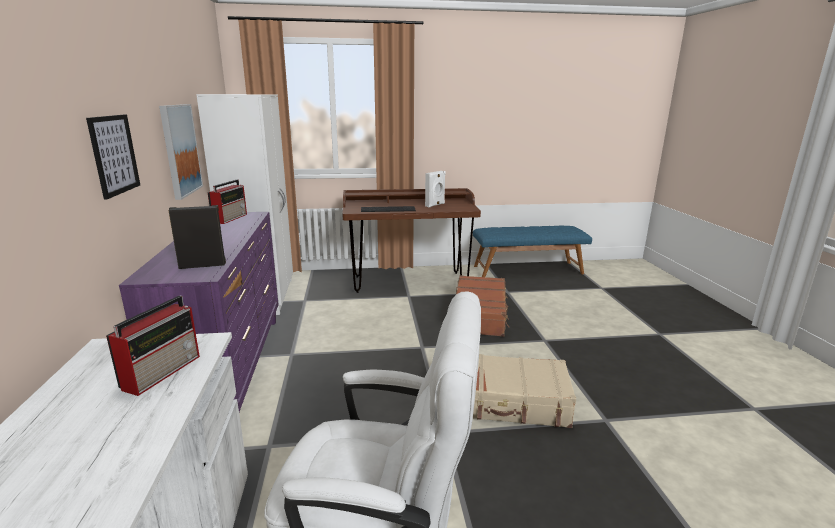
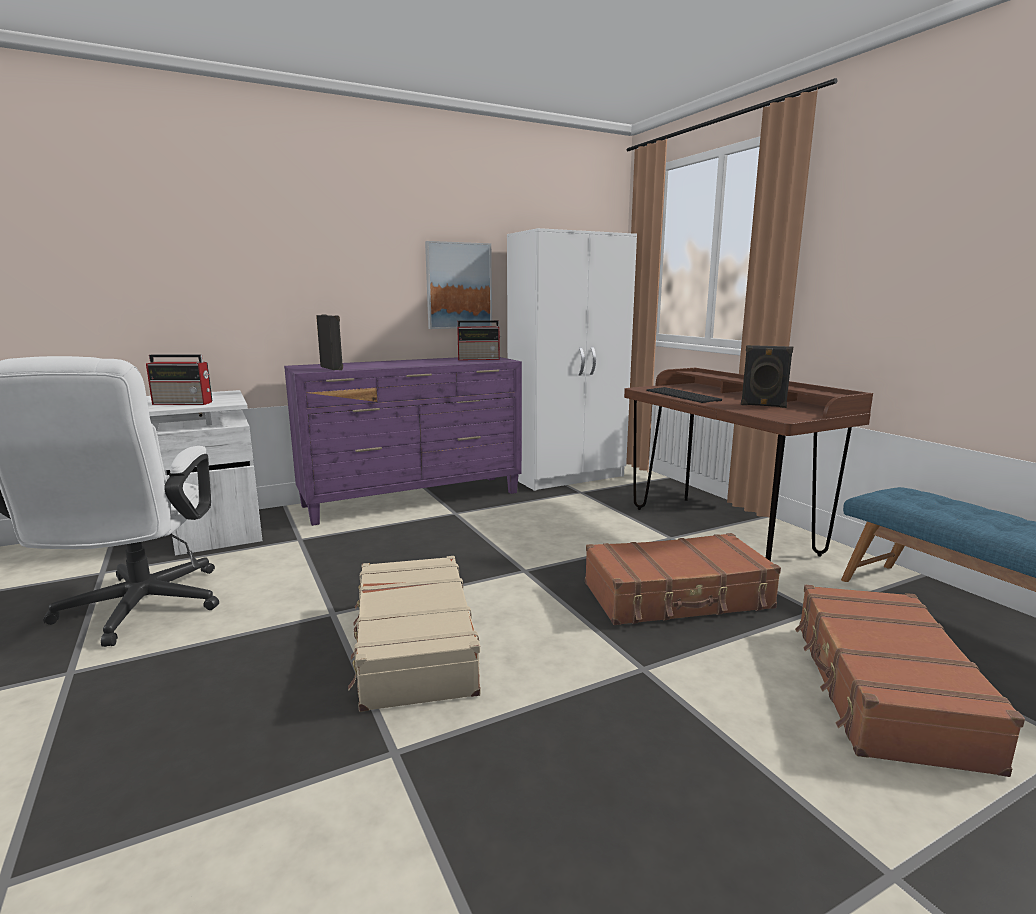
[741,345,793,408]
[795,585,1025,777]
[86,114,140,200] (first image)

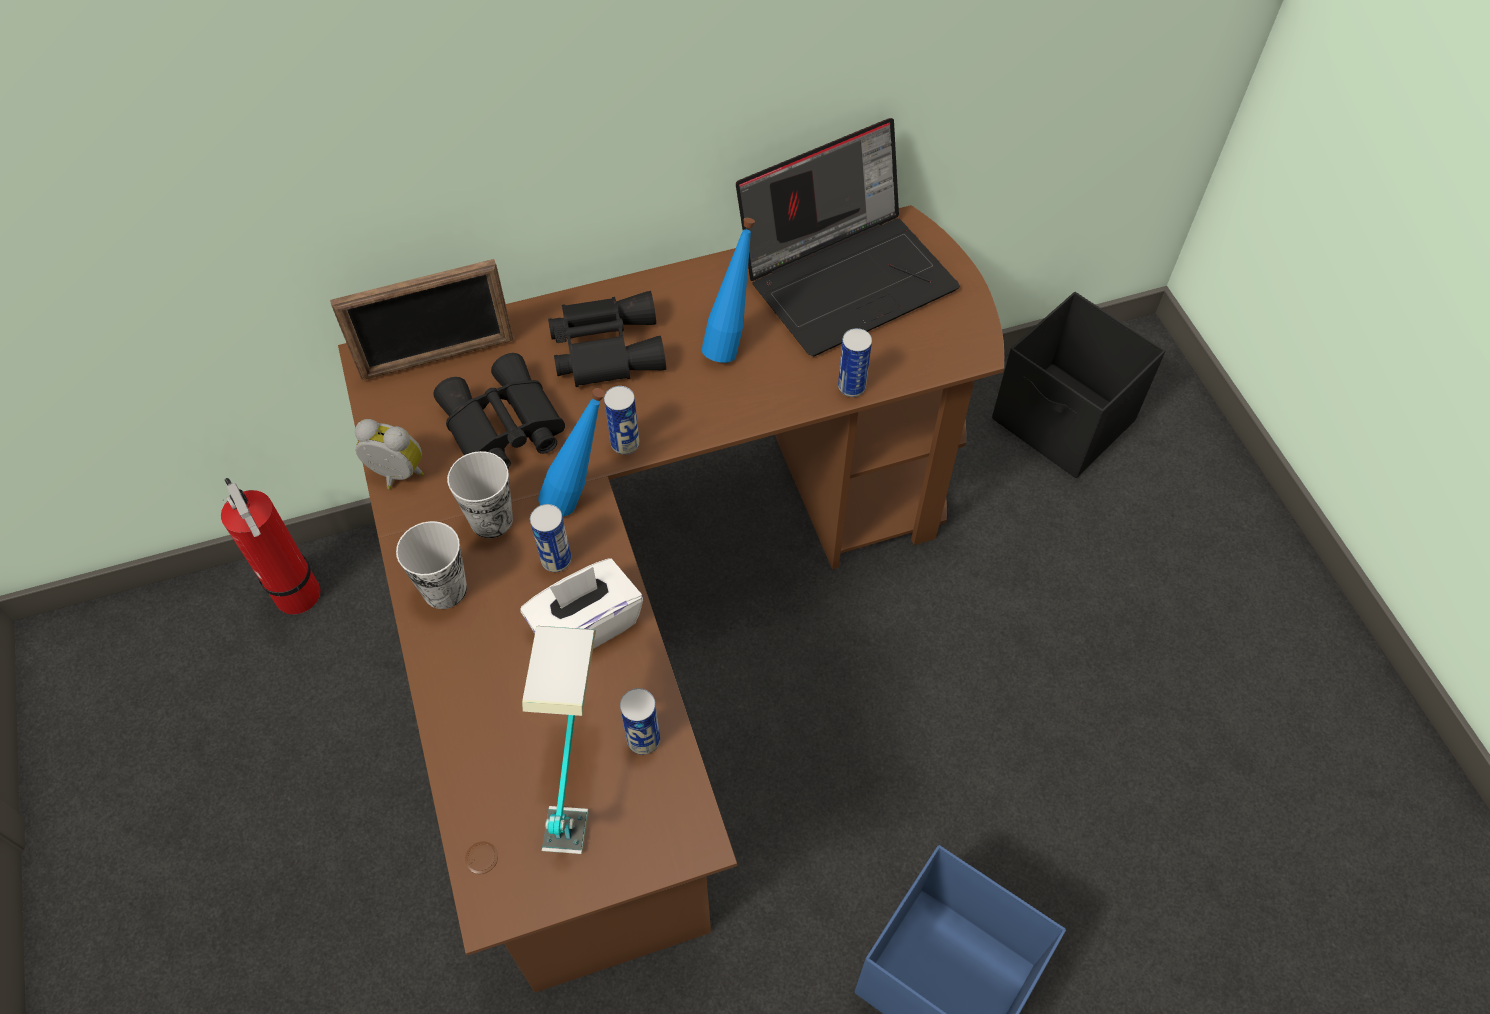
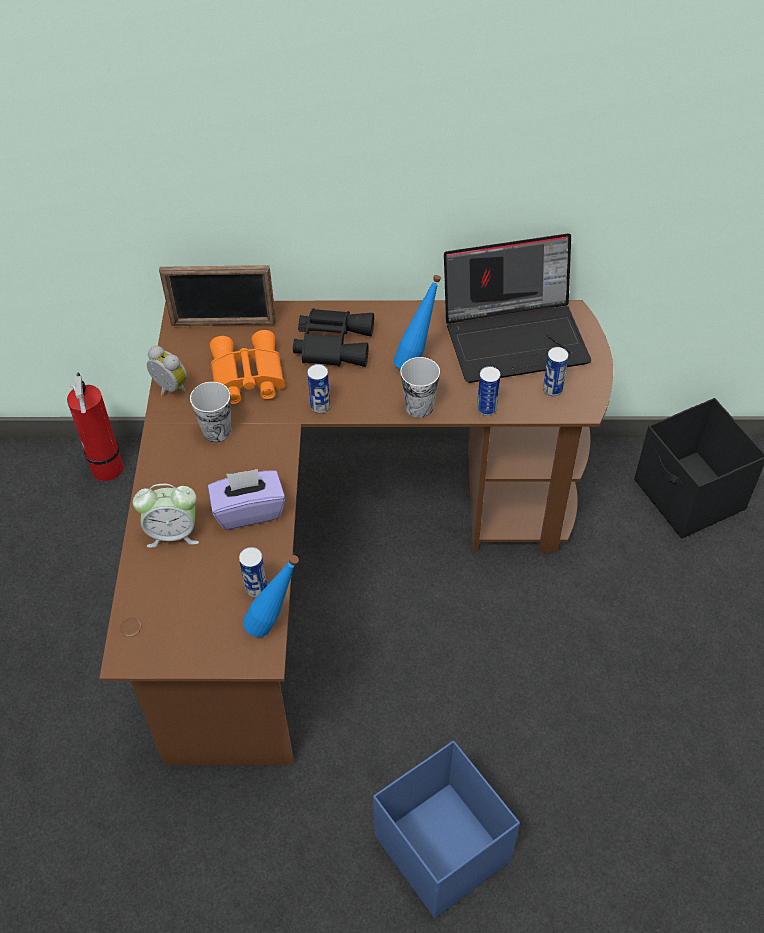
[133,484,199,548]
[208,469,285,530]
[210,330,285,404]
[243,555,299,637]
[400,357,440,418]
[543,347,569,396]
[522,626,596,854] (first image)

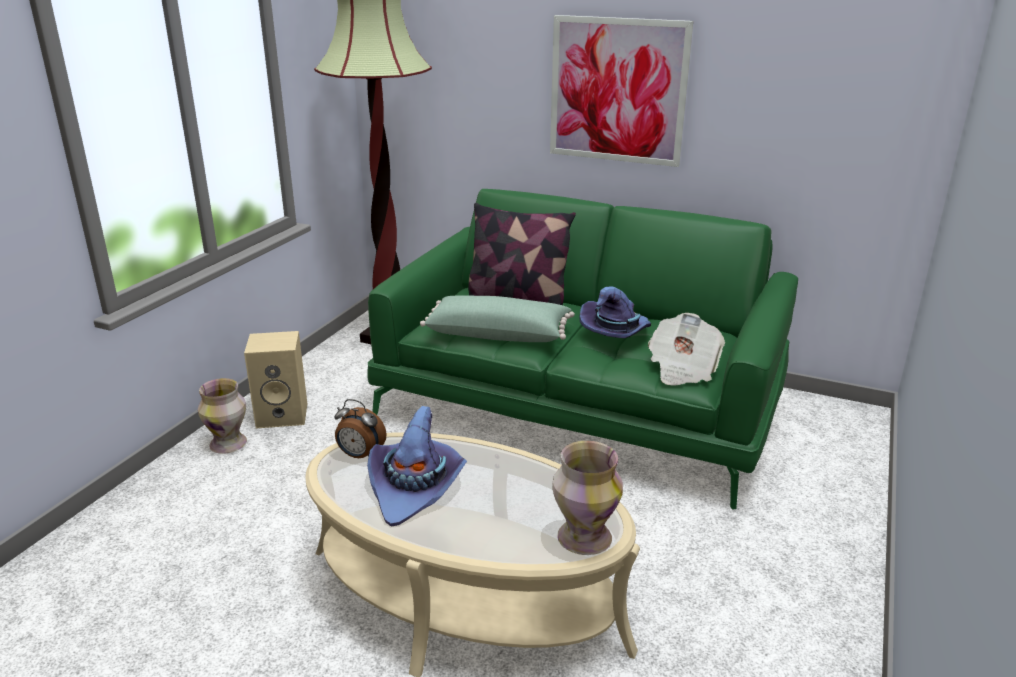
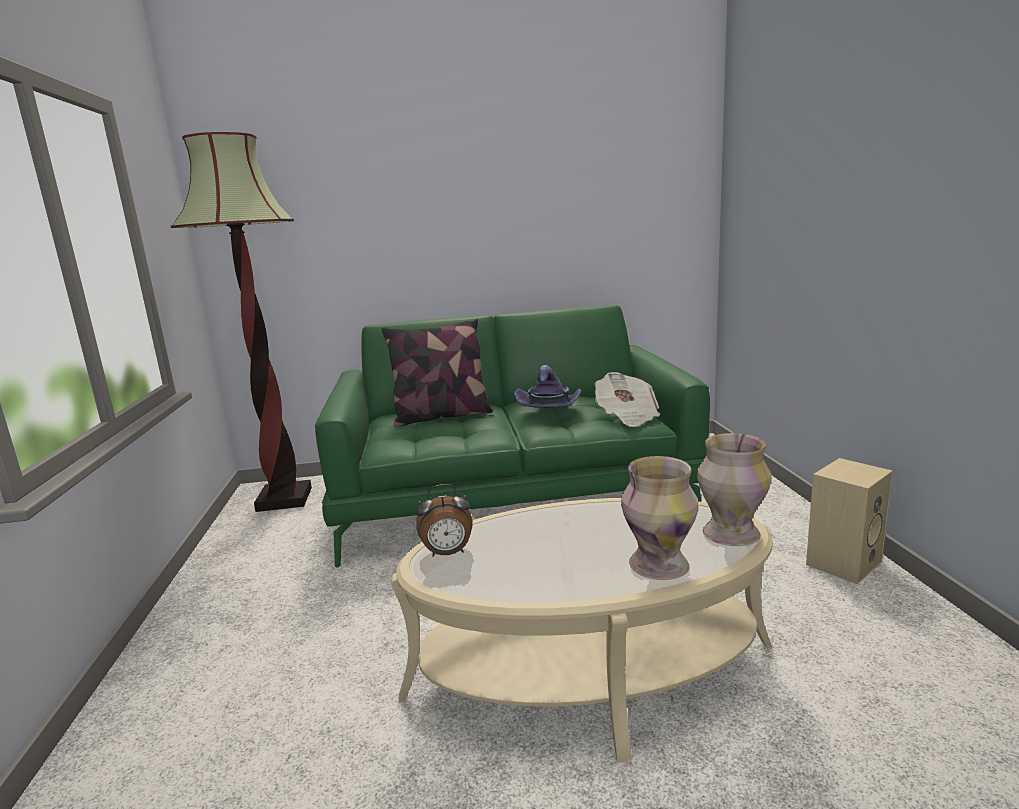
[621,456,699,580]
[806,458,893,584]
[367,406,467,527] (first image)
[420,296,575,342] (first image)
[550,15,693,167] (first image)

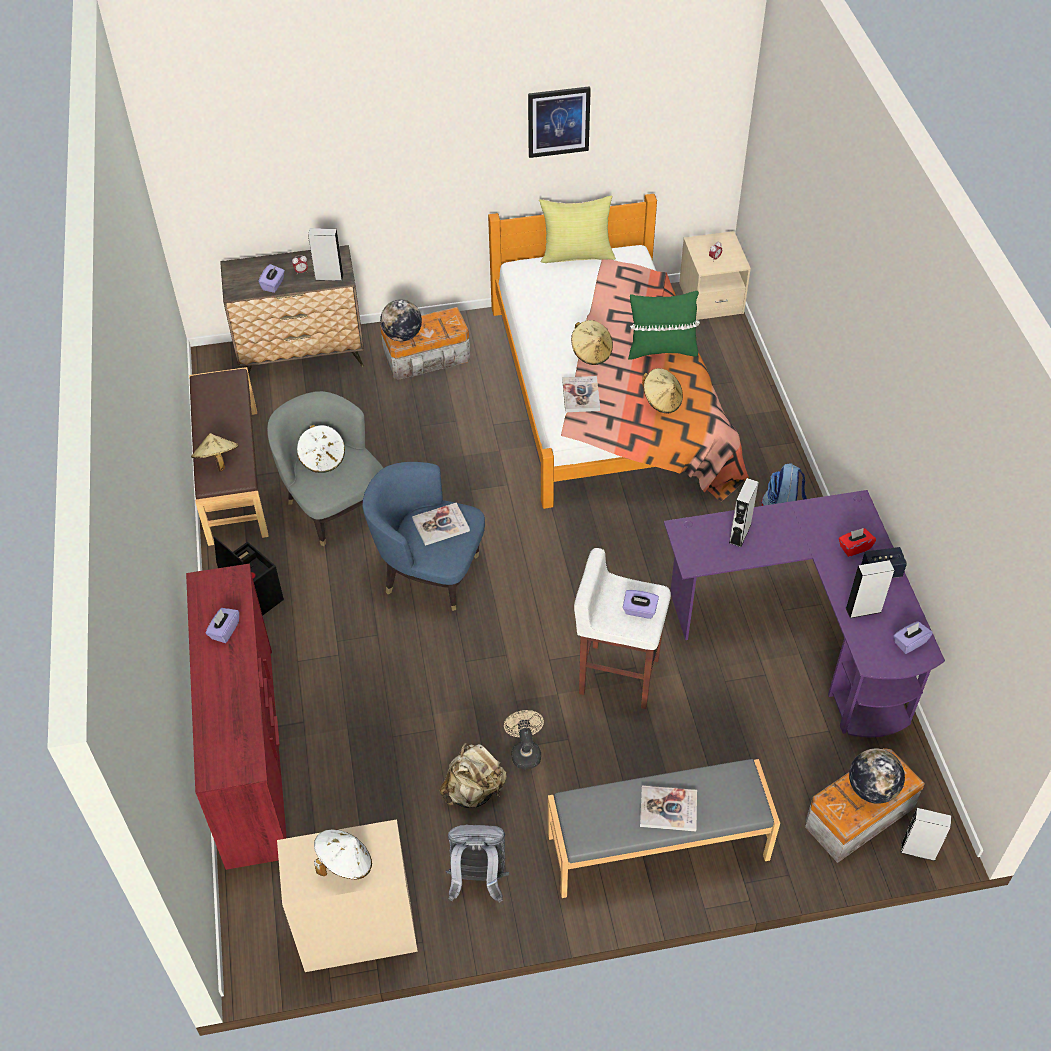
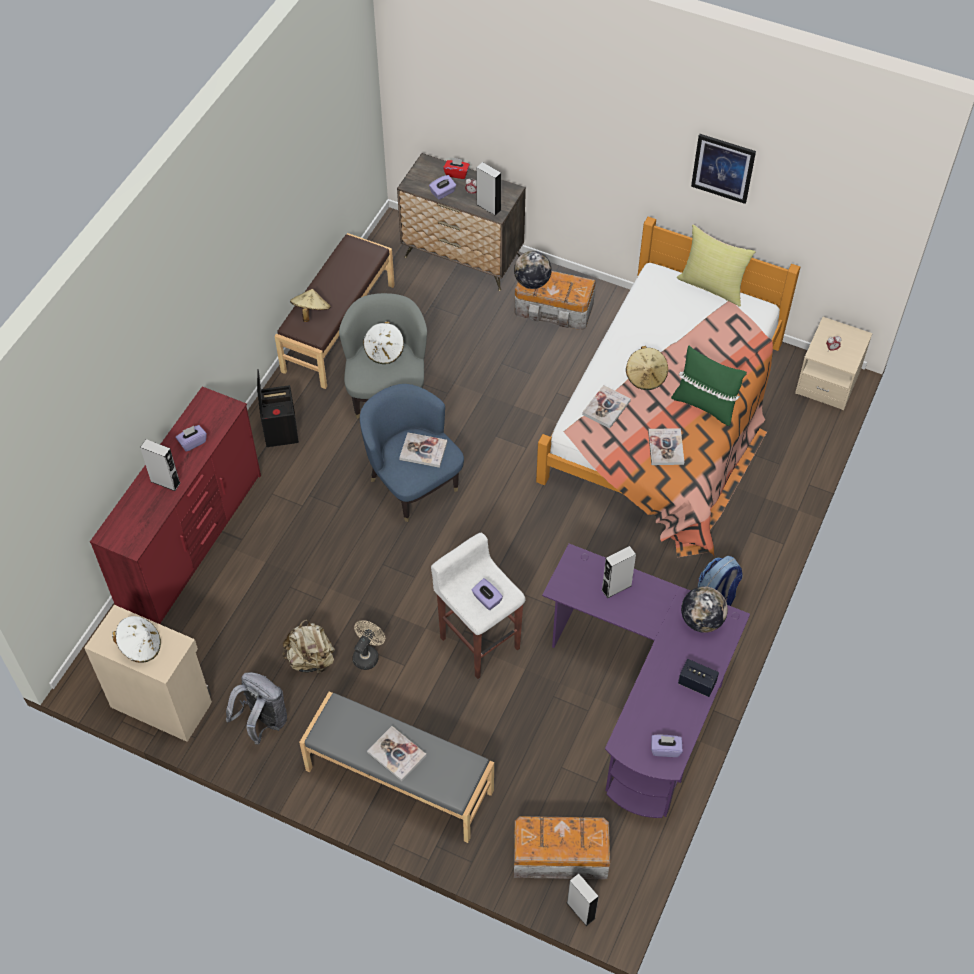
[140,439,180,491]
[443,157,470,179]
[648,428,684,465]
[681,586,728,633]

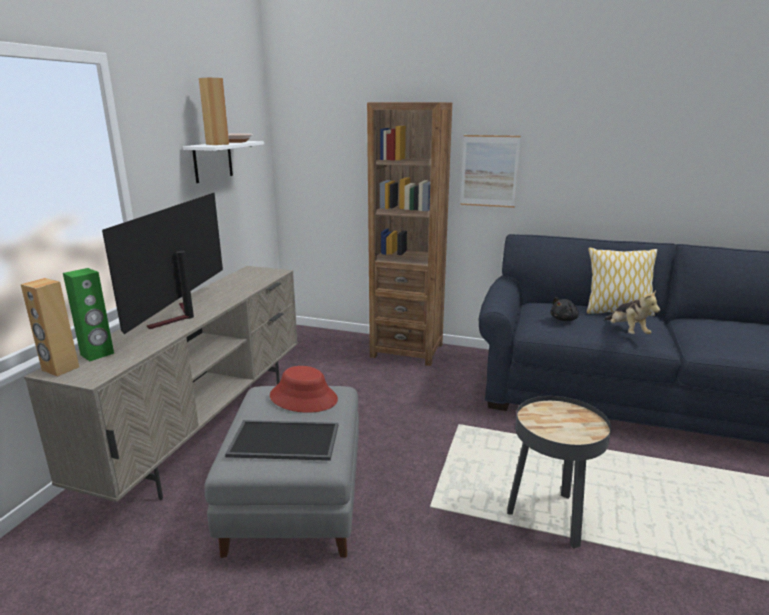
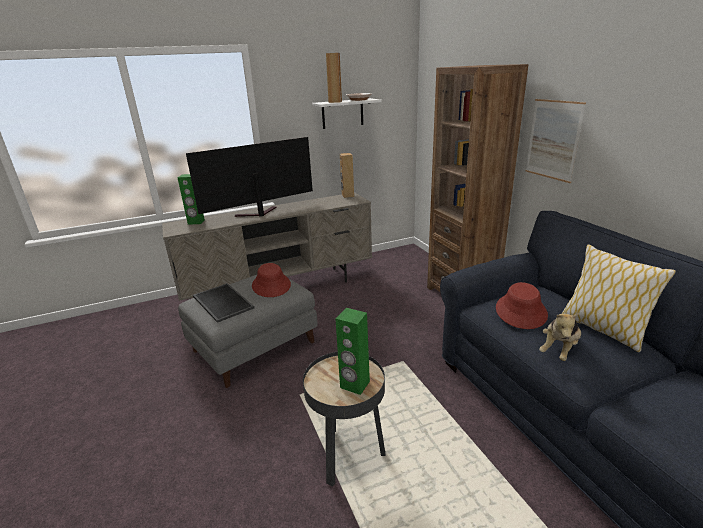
[335,308,370,395]
[340,153,354,198]
[496,282,548,329]

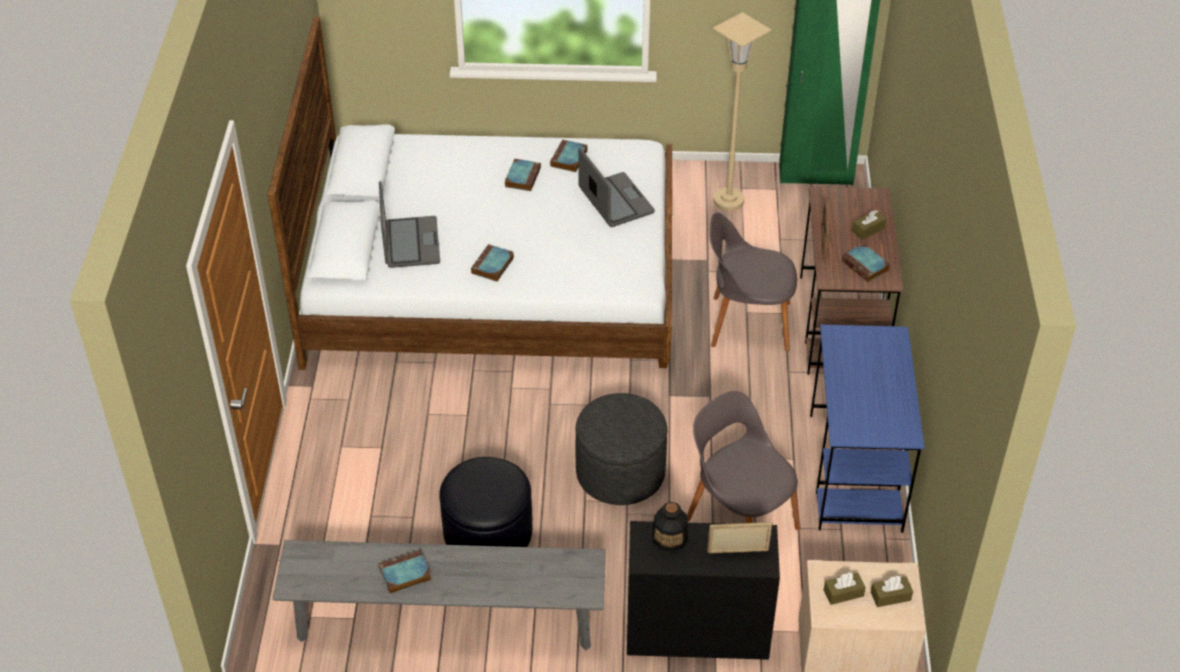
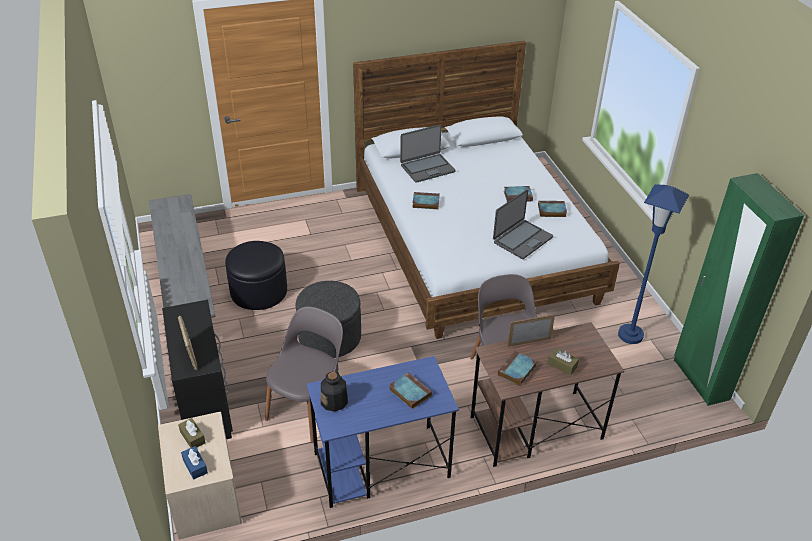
[181,446,208,480]
[321,371,348,412]
[389,372,432,409]
[618,184,689,344]

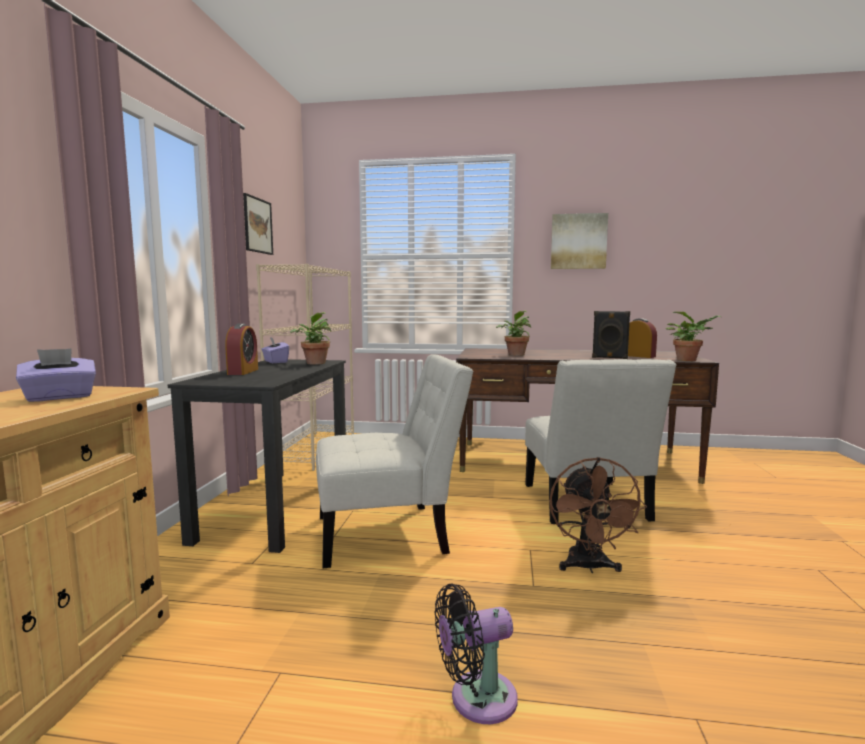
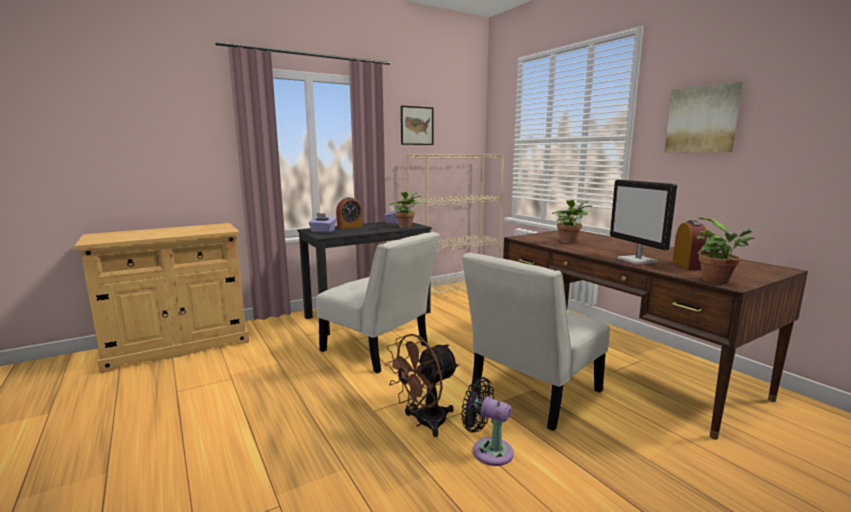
[308,213,336,233]
[461,377,514,466]
[610,180,677,264]

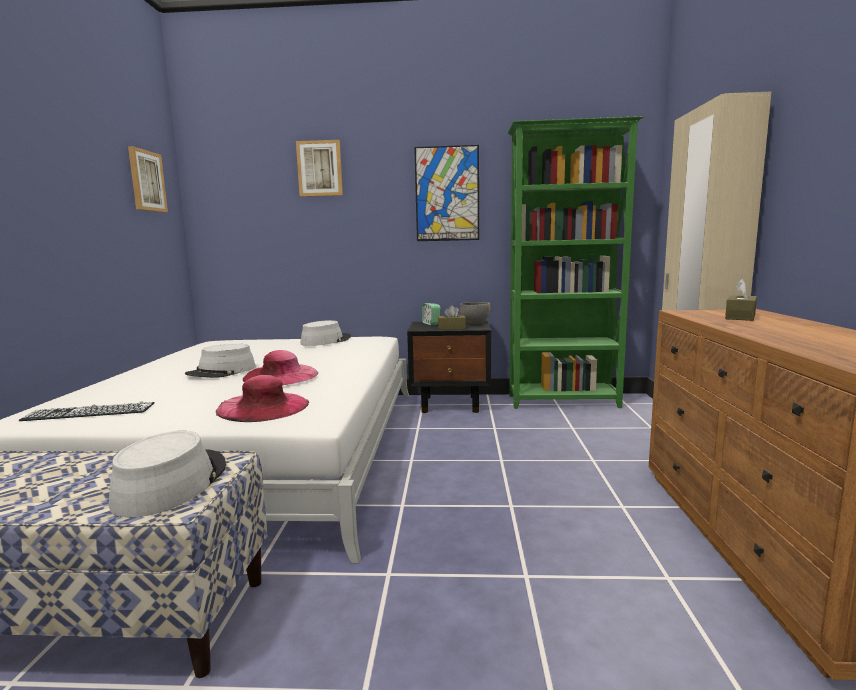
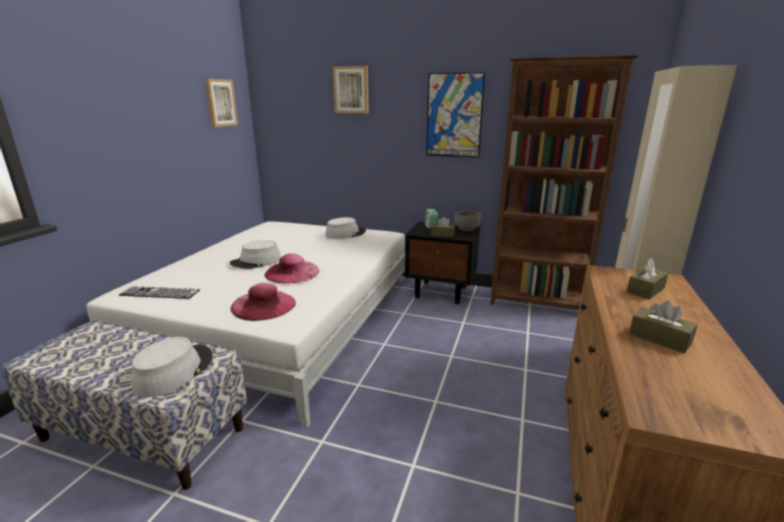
[490,55,639,309]
[629,301,698,353]

